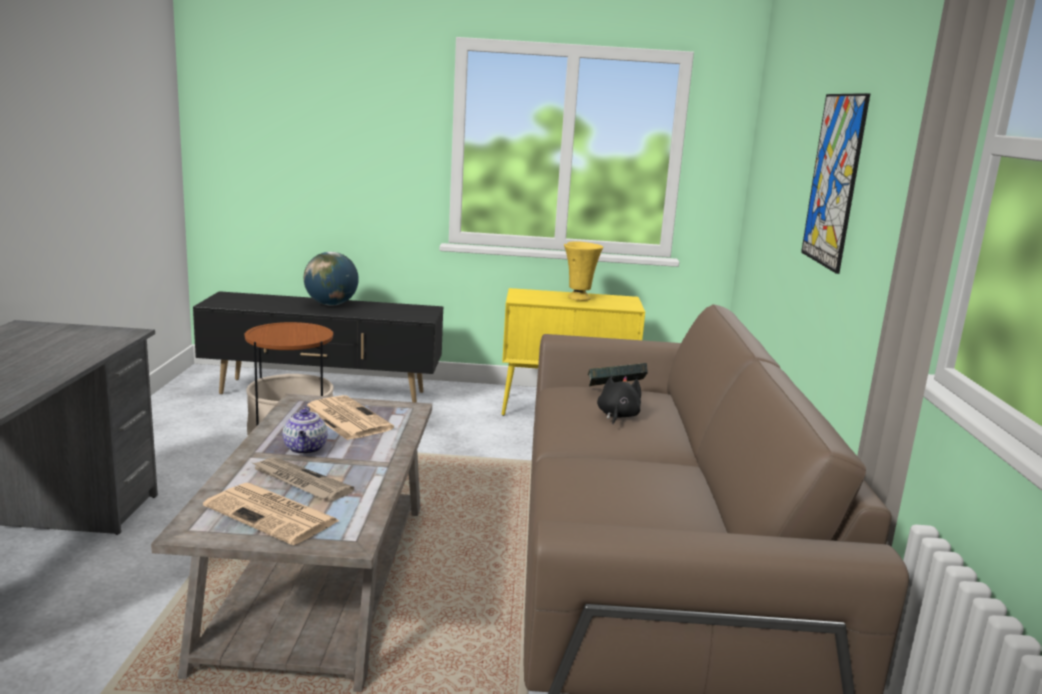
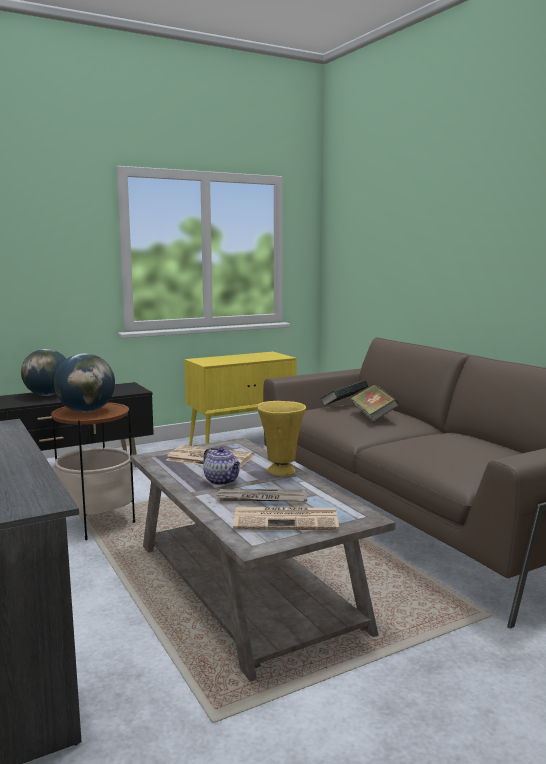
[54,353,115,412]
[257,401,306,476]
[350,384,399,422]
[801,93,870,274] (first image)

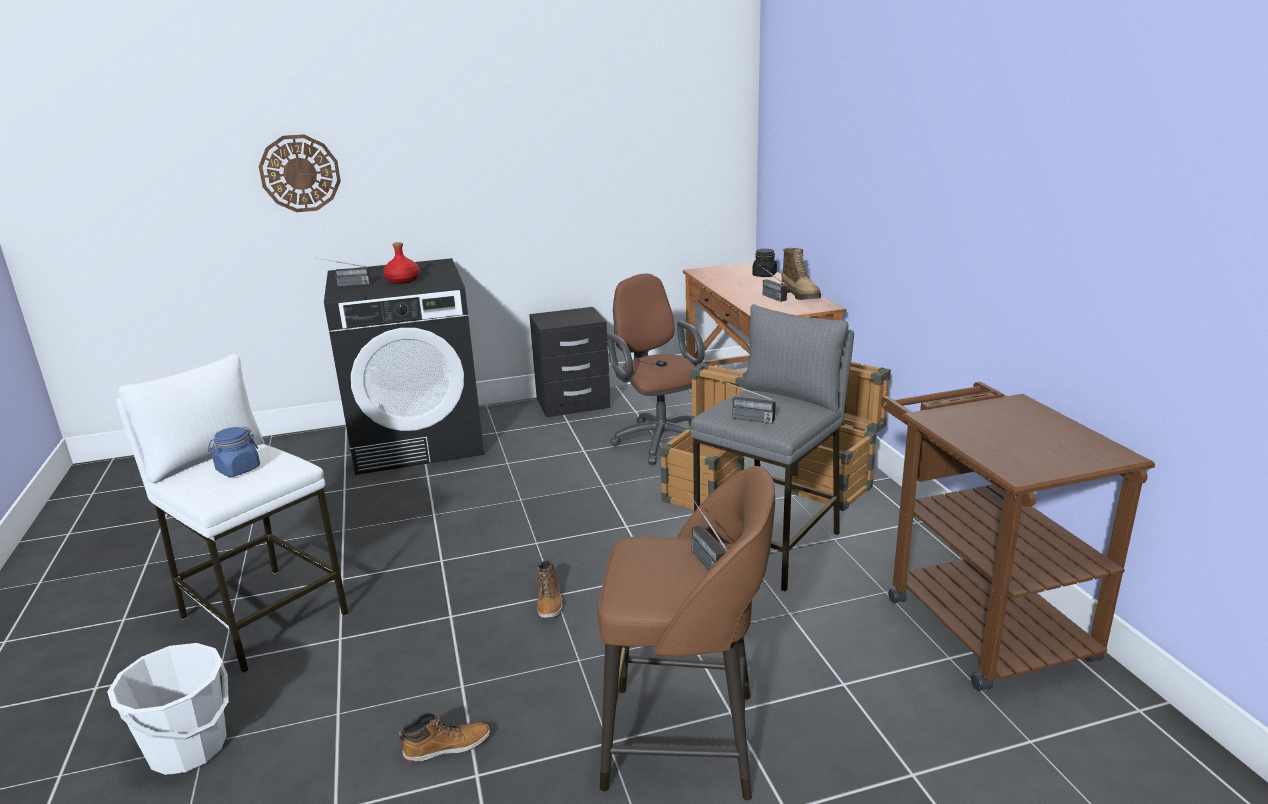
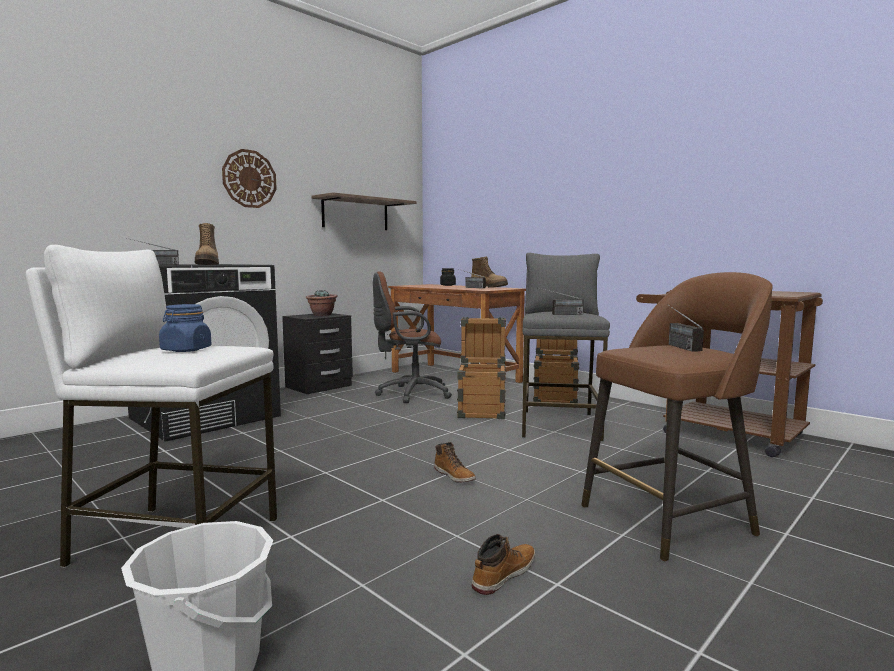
[195,223,219,265]
[222,149,277,208]
[306,290,338,316]
[311,192,417,230]
[373,272,452,403]
[667,304,704,351]

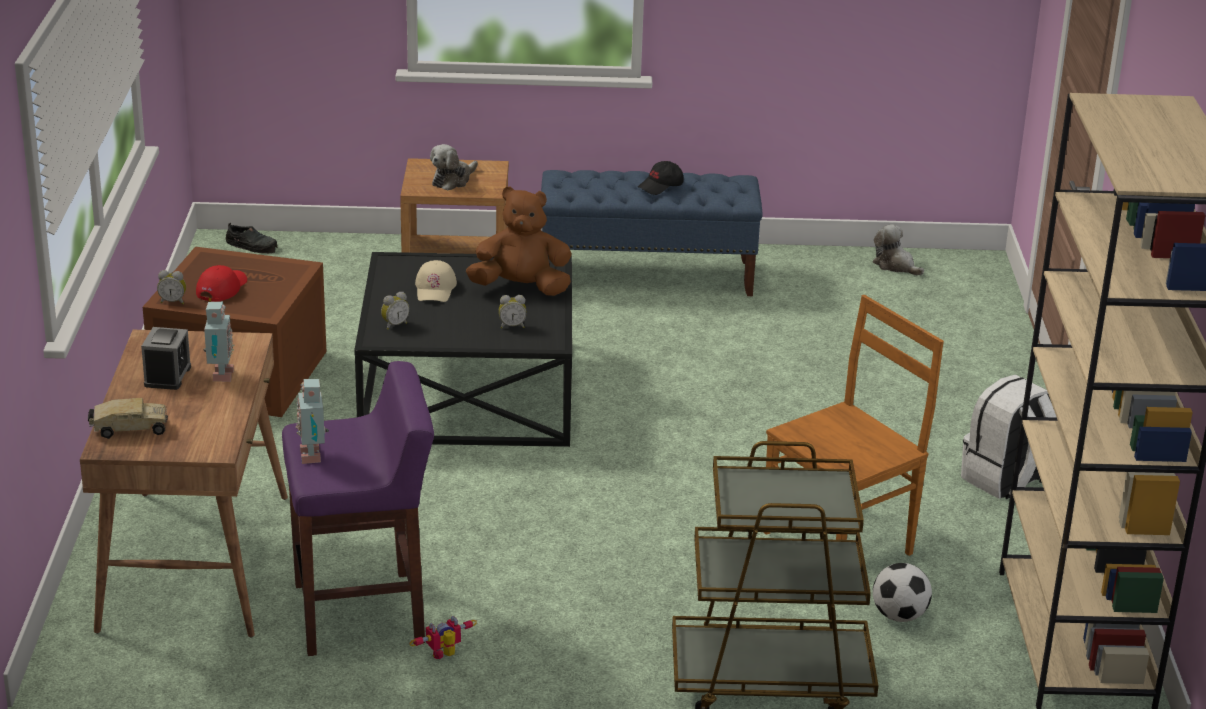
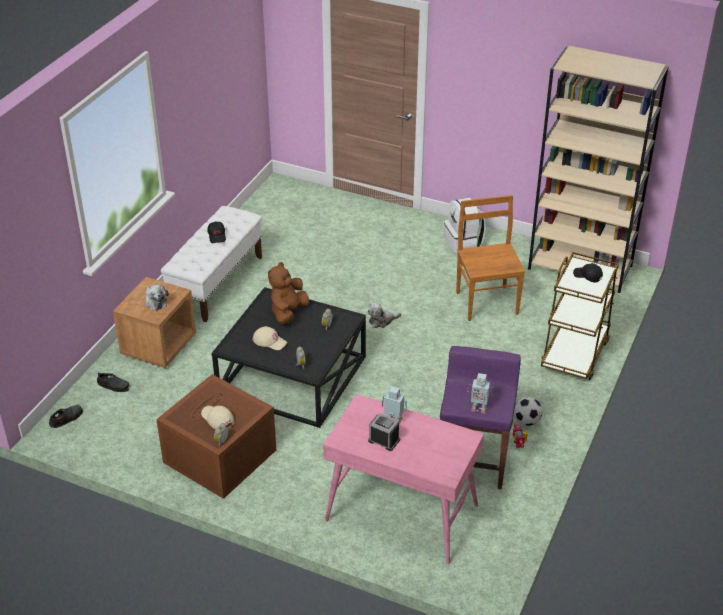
[97,372,129,392]
[161,206,262,322]
[201,406,235,429]
[323,394,484,564]
[368,302,401,328]
[514,397,542,426]
[573,263,603,282]
[88,397,168,439] (first image)

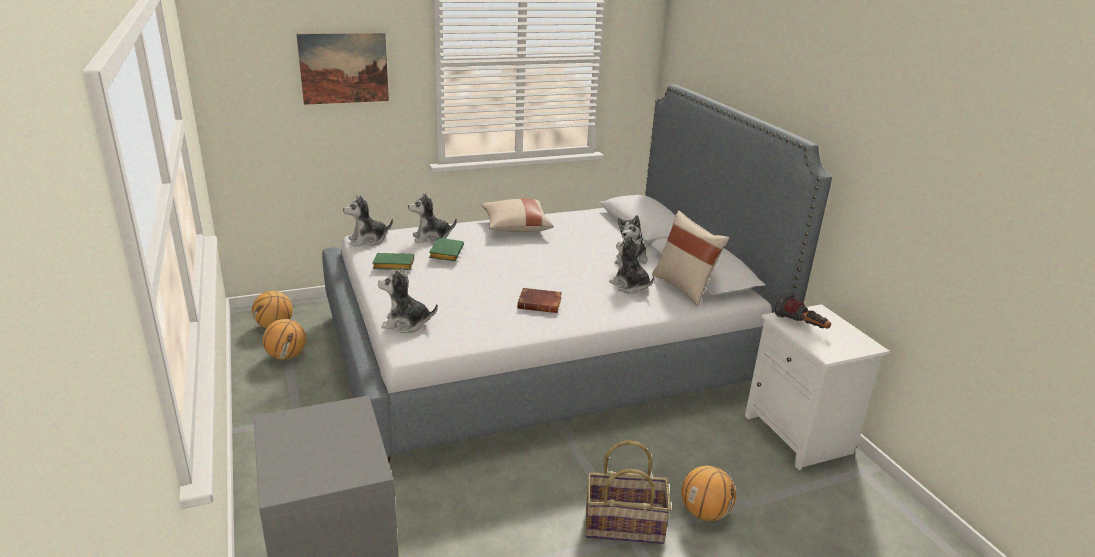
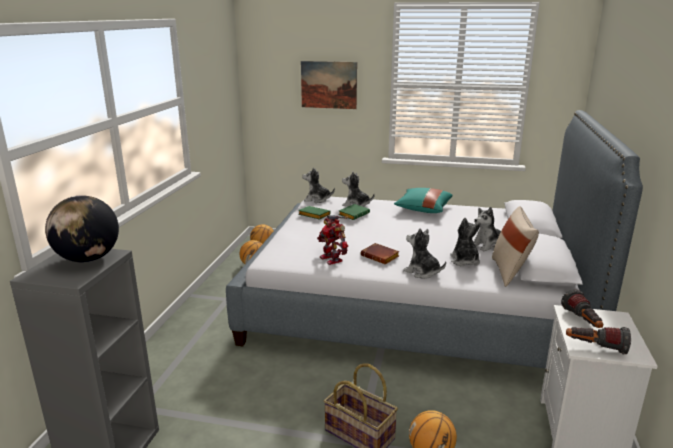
[45,195,119,262]
[317,215,349,265]
[394,188,453,213]
[403,228,446,279]
[566,327,631,354]

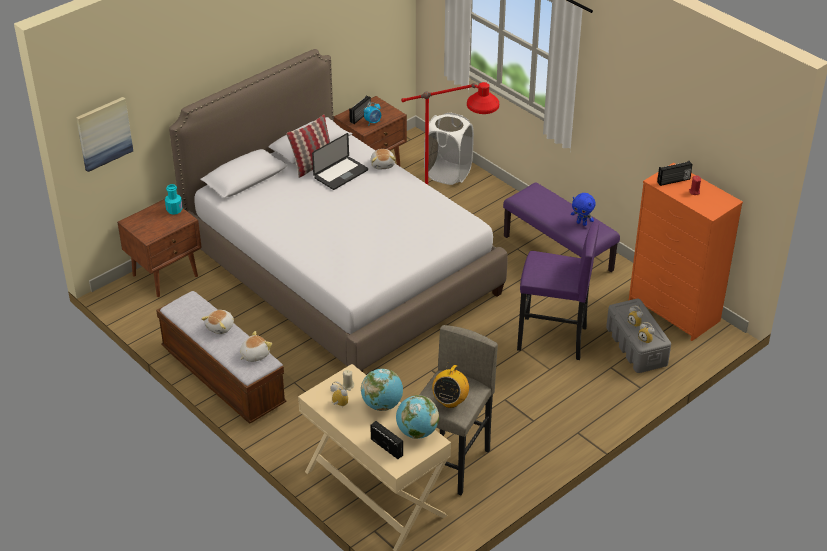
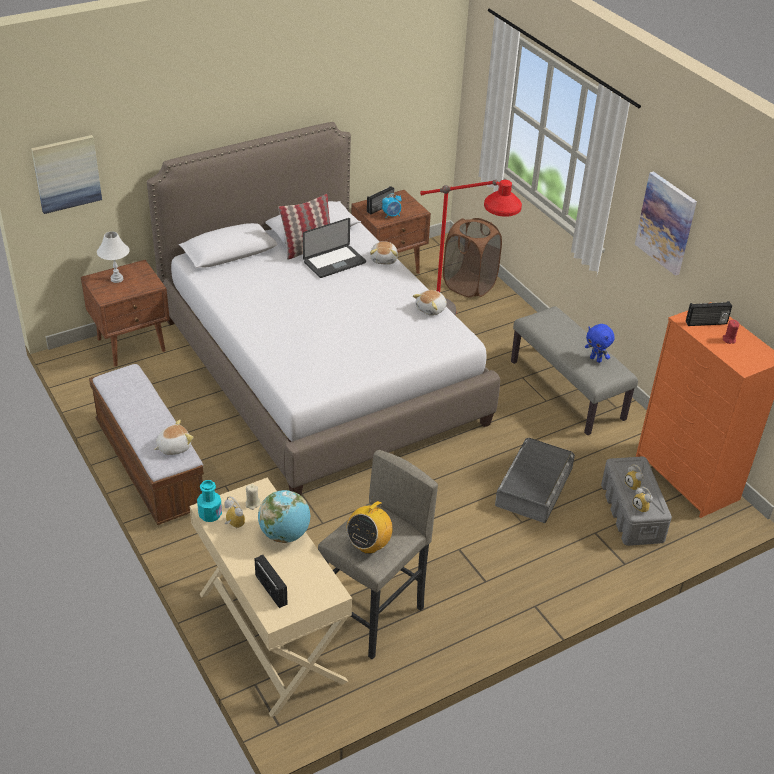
[97,231,130,283]
[197,480,222,522]
[413,290,447,316]
[443,218,502,298]
[495,438,575,523]
[511,306,638,435]
[635,171,697,276]
[396,395,439,439] (first image)

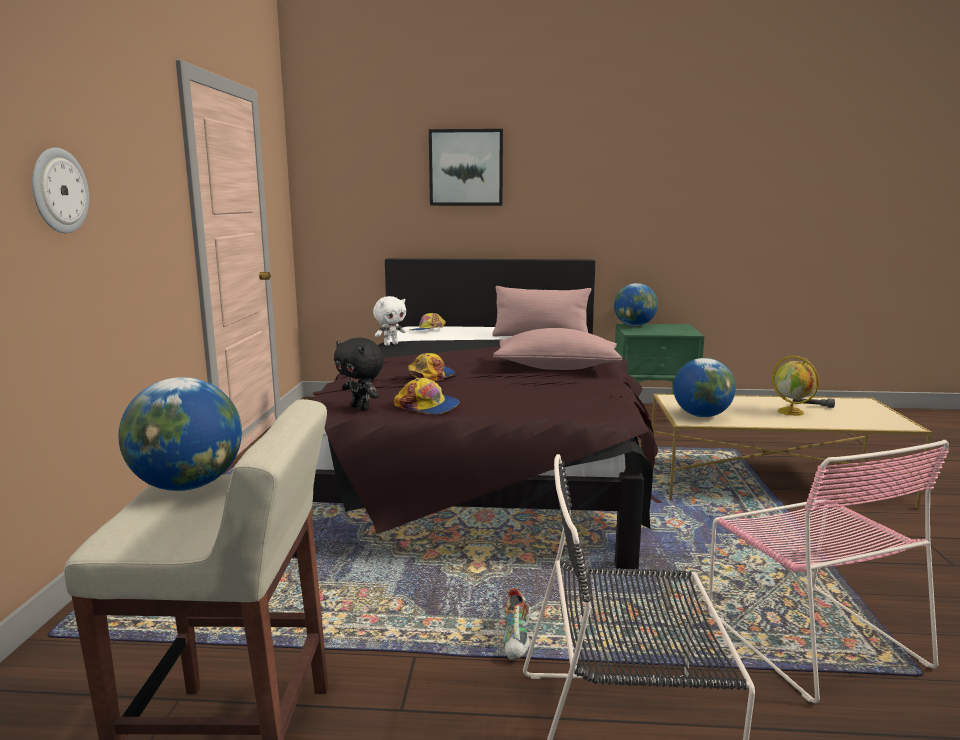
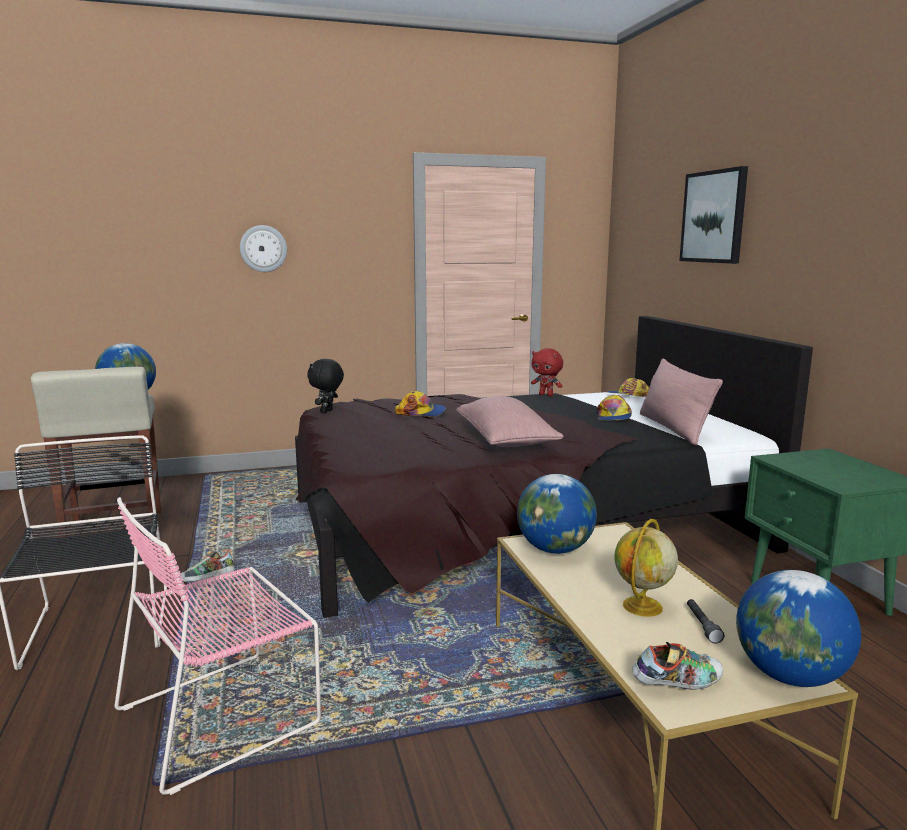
[531,348,563,396]
[597,395,632,421]
[632,642,723,690]
[736,570,861,687]

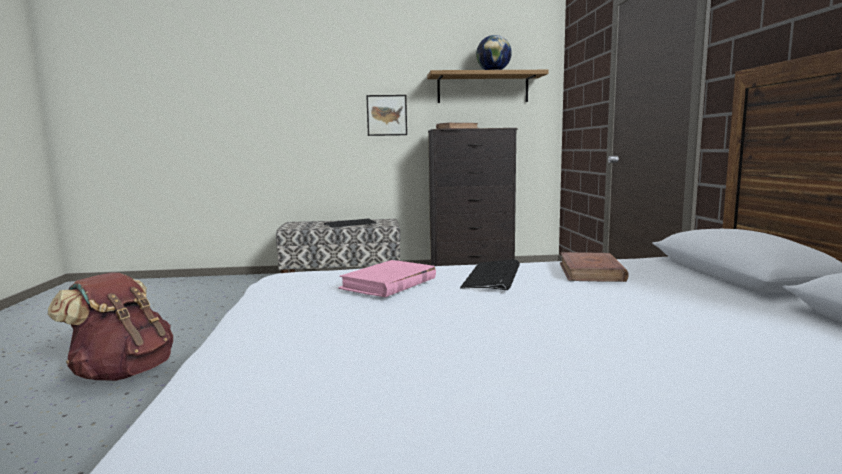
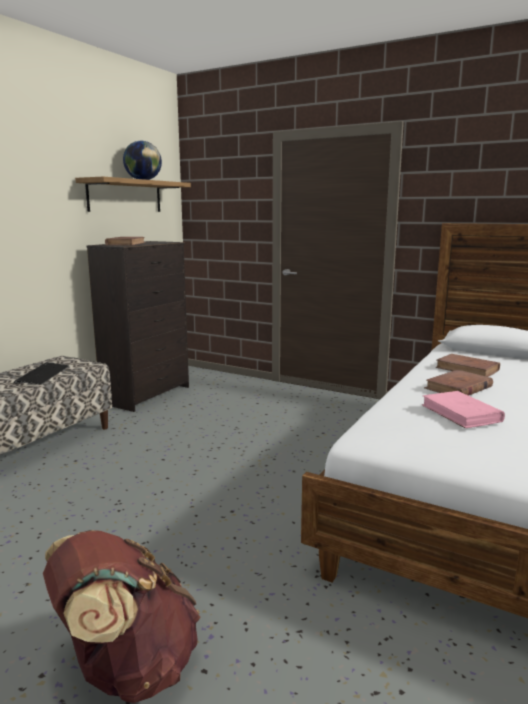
[424,370,493,396]
[366,95,407,136] (first image)

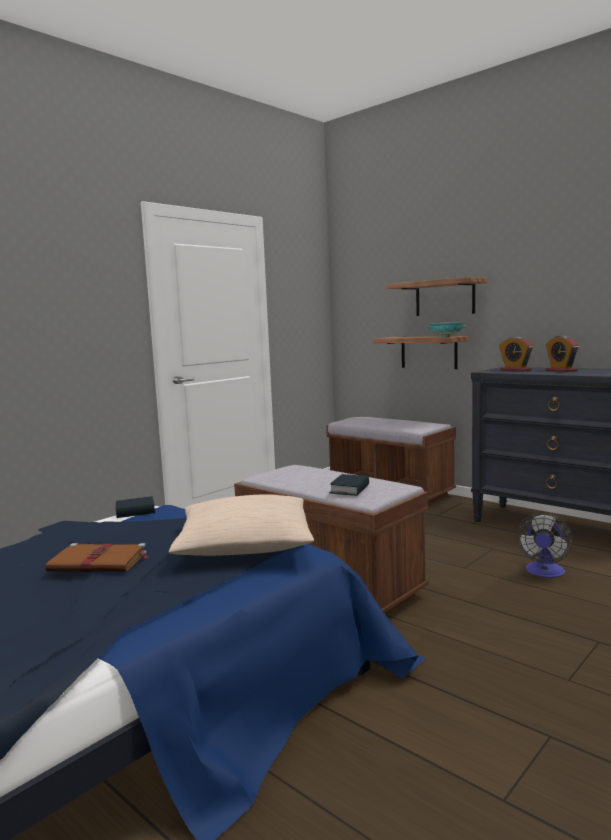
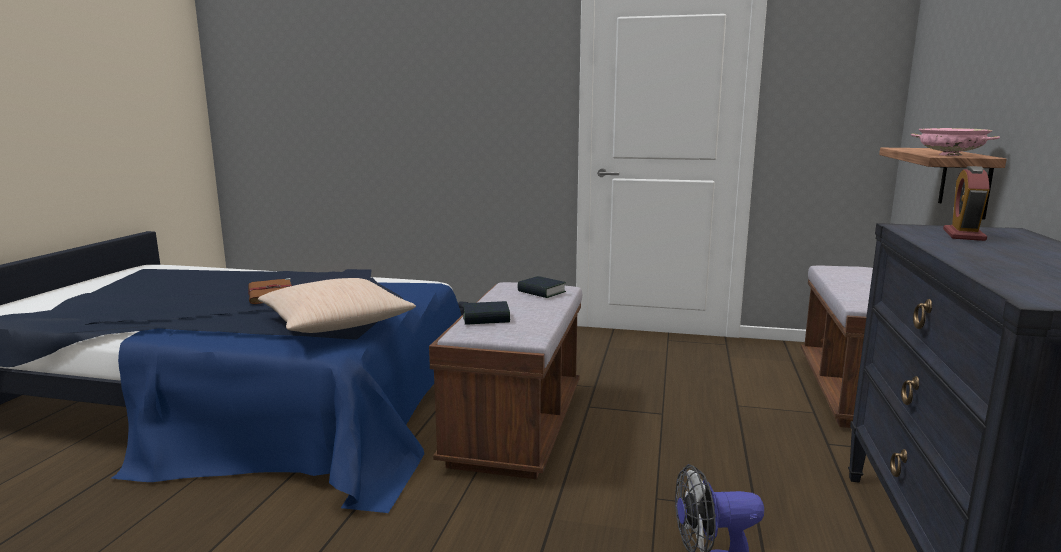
[517,276,566,298]
[911,128,1000,156]
[387,277,487,316] (first image)
[546,335,579,372] (first image)

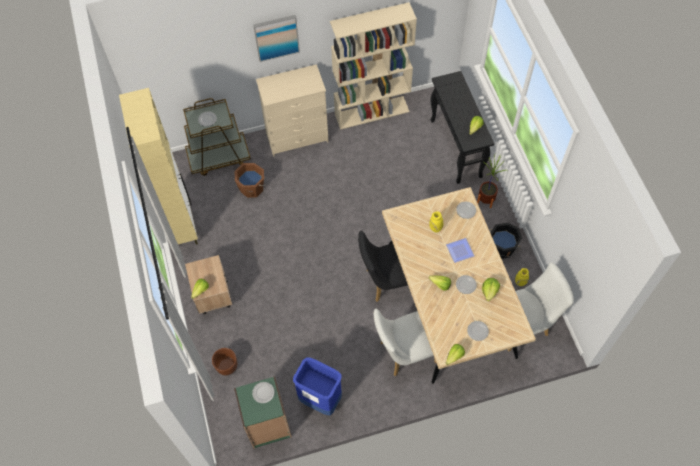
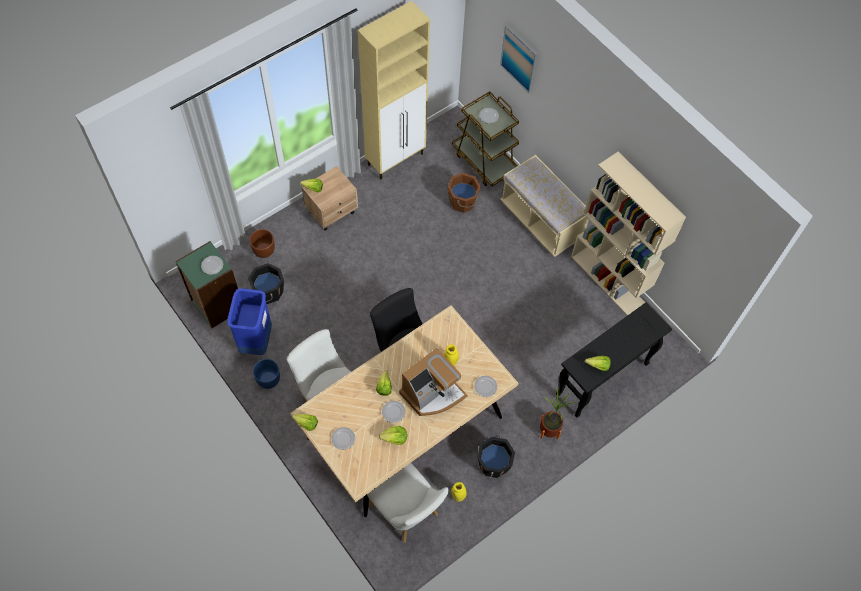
[248,263,284,304]
[253,359,280,389]
[399,348,468,416]
[500,25,538,93]
[500,155,589,257]

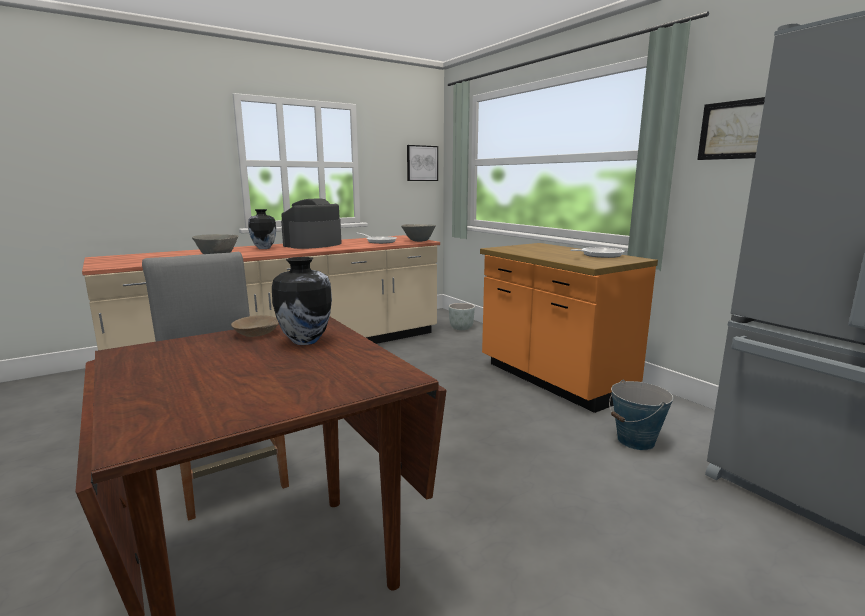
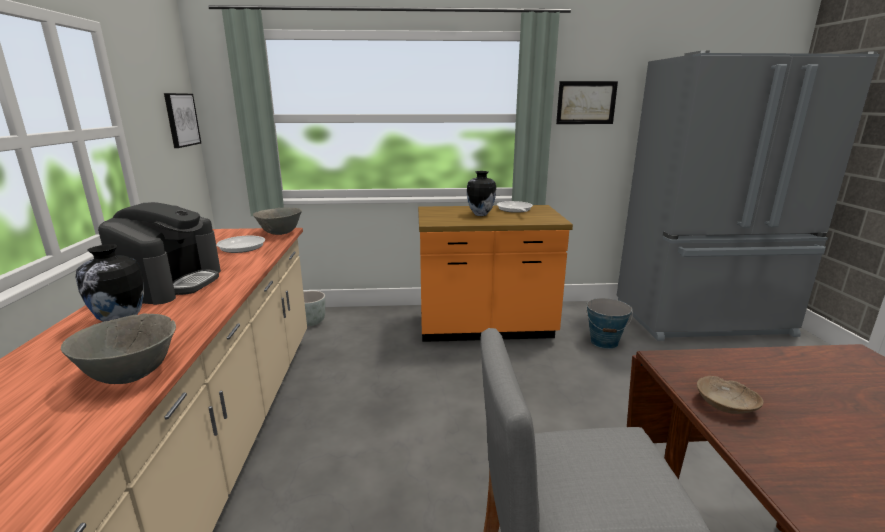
[98,202,221,305]
[467,171,496,216]

